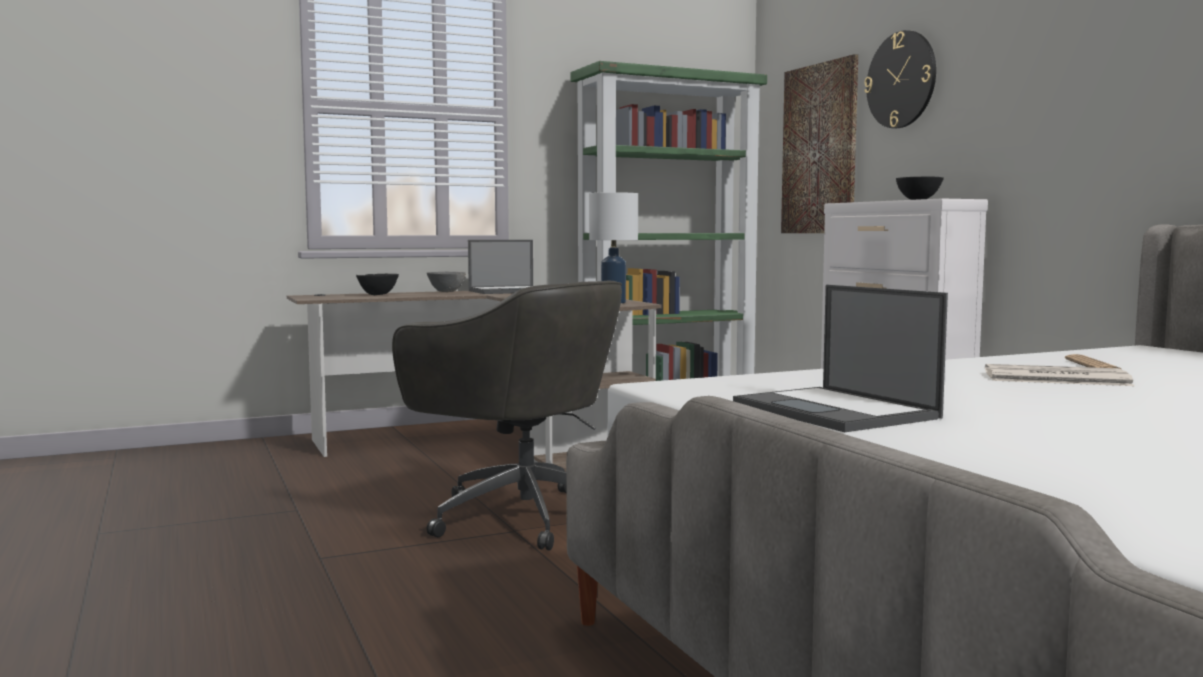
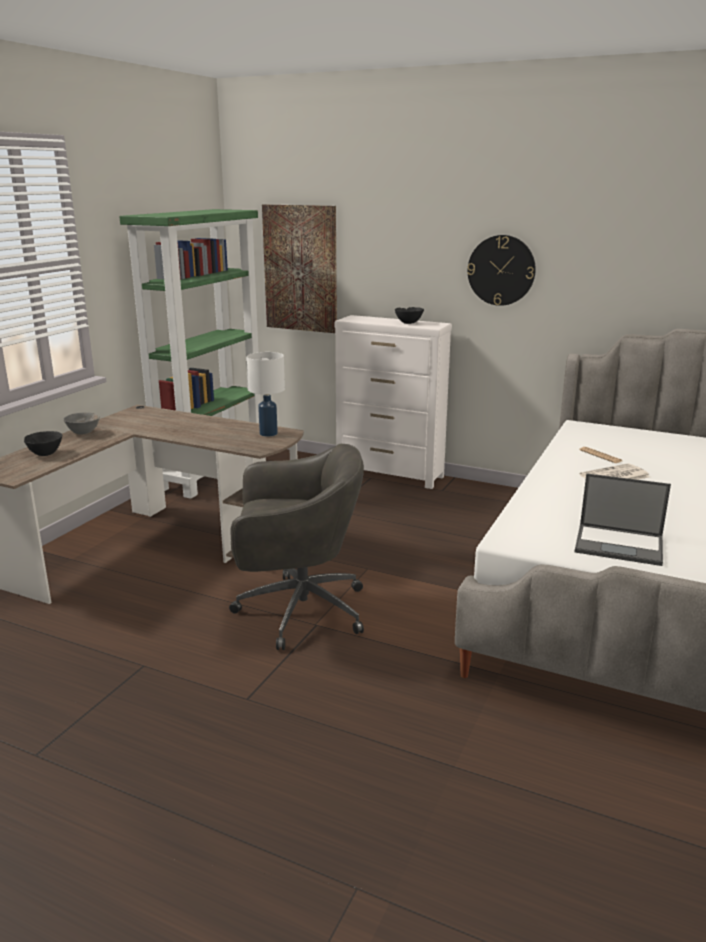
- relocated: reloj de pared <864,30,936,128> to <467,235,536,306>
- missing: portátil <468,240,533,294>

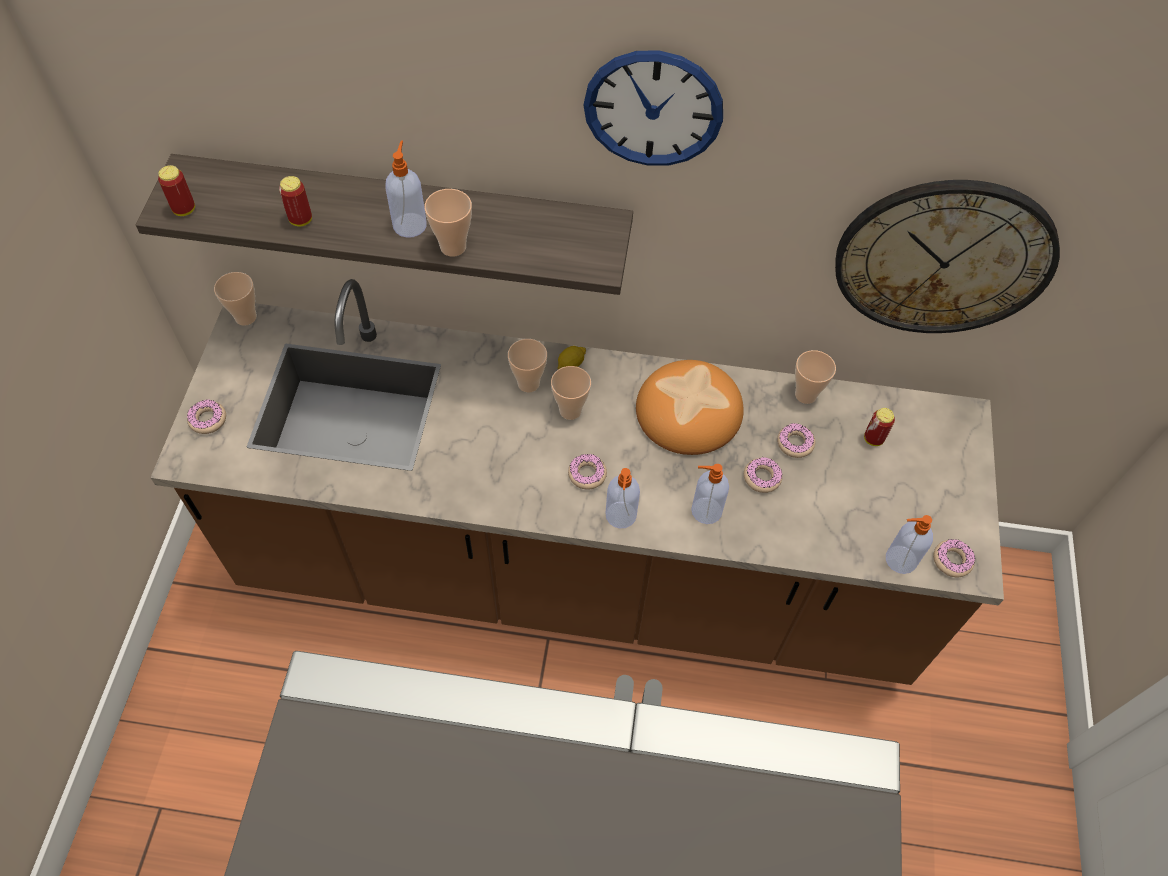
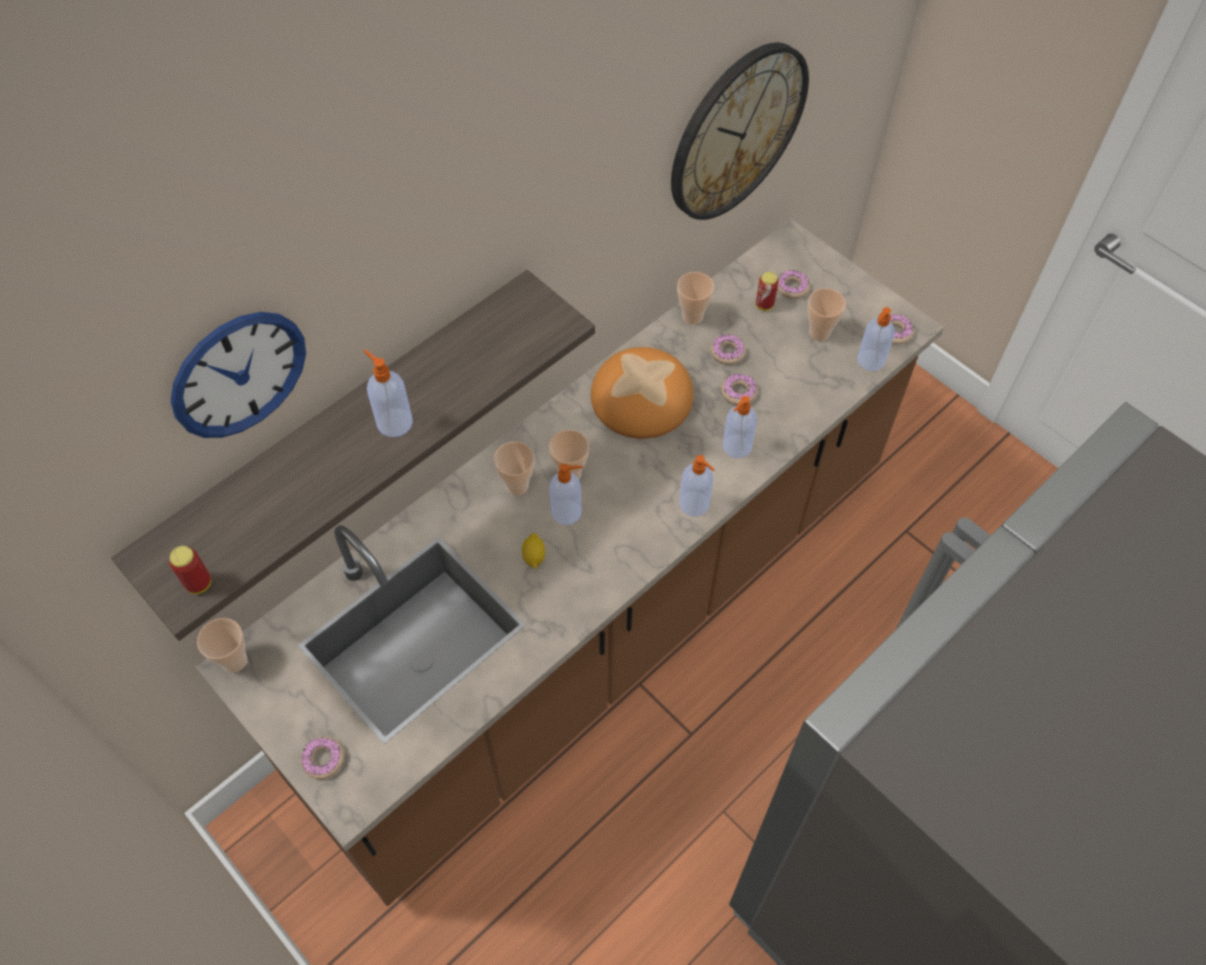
- relocated: reloj de pared <583,50,723,166> to <171,312,306,438>
- missing: lata <279,176,312,227>
- relocated: taza <424,189,472,257> to <808,288,846,341>
- relocated: limón <558,346,586,369> to <522,533,545,569>
- relocated: rosquilla <568,454,607,490> to <777,270,810,299>
- appeared: dispensador de jabón <549,464,583,525>

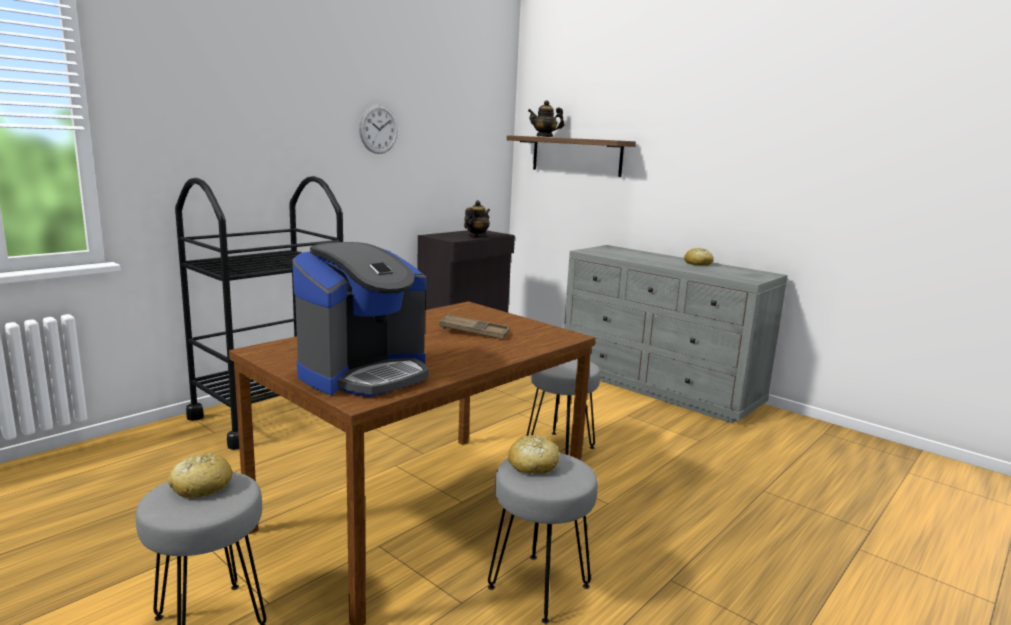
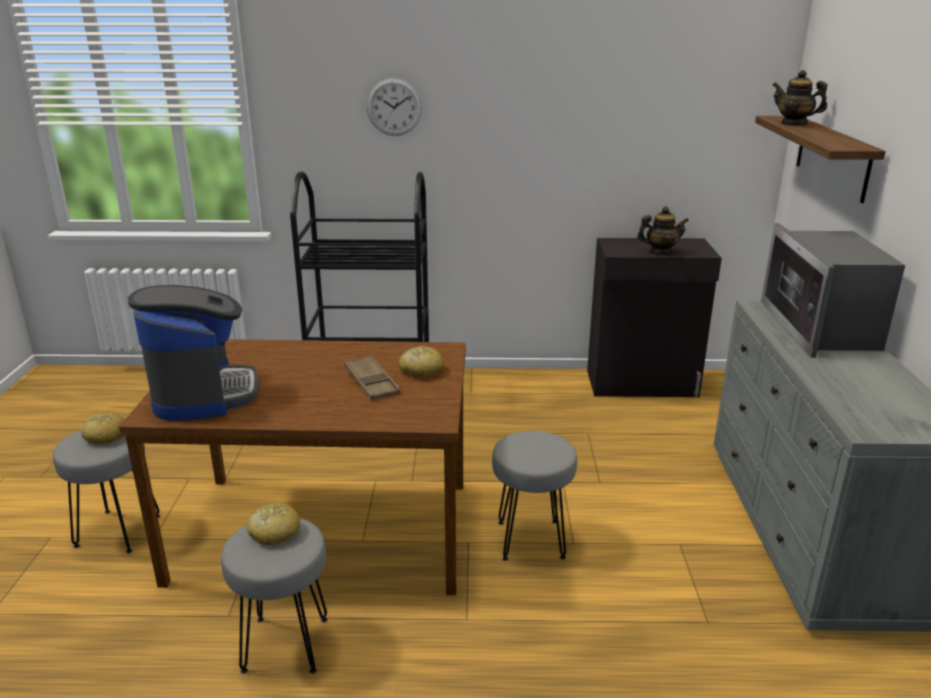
- relocated: reloj de pared <359,104,398,154> to <367,78,422,136>
- spun: cafetera <292,242,429,397> = <128,285,259,421> 105 degrees counterclockwise
- relocated: pan <684,248,714,266> to <399,346,443,378>
- appeared: microondas <761,223,905,358>

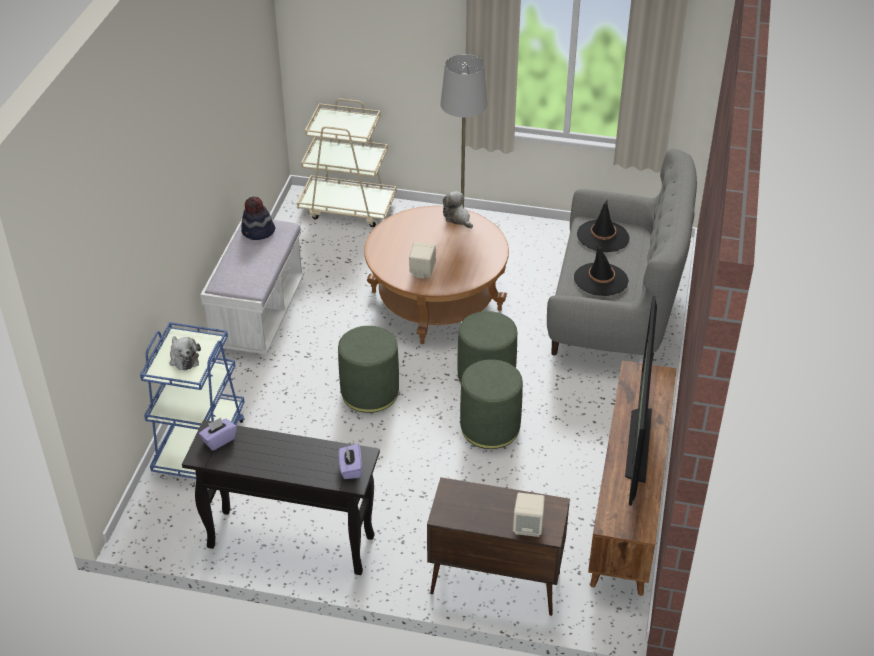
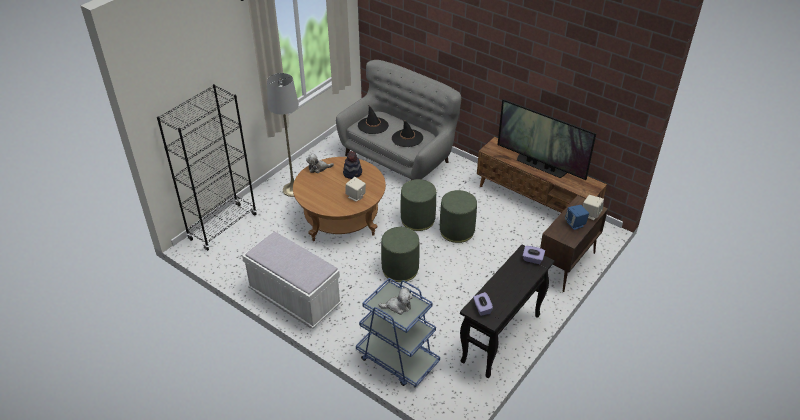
- exchanged: carrito (beis) <297,99,397,227> to estantería (negro) <157,84,257,251>
- relocated: sombrero <241,197,275,240> to <343,151,362,179>
- appeared: altavoz (azul) <565,205,589,230>

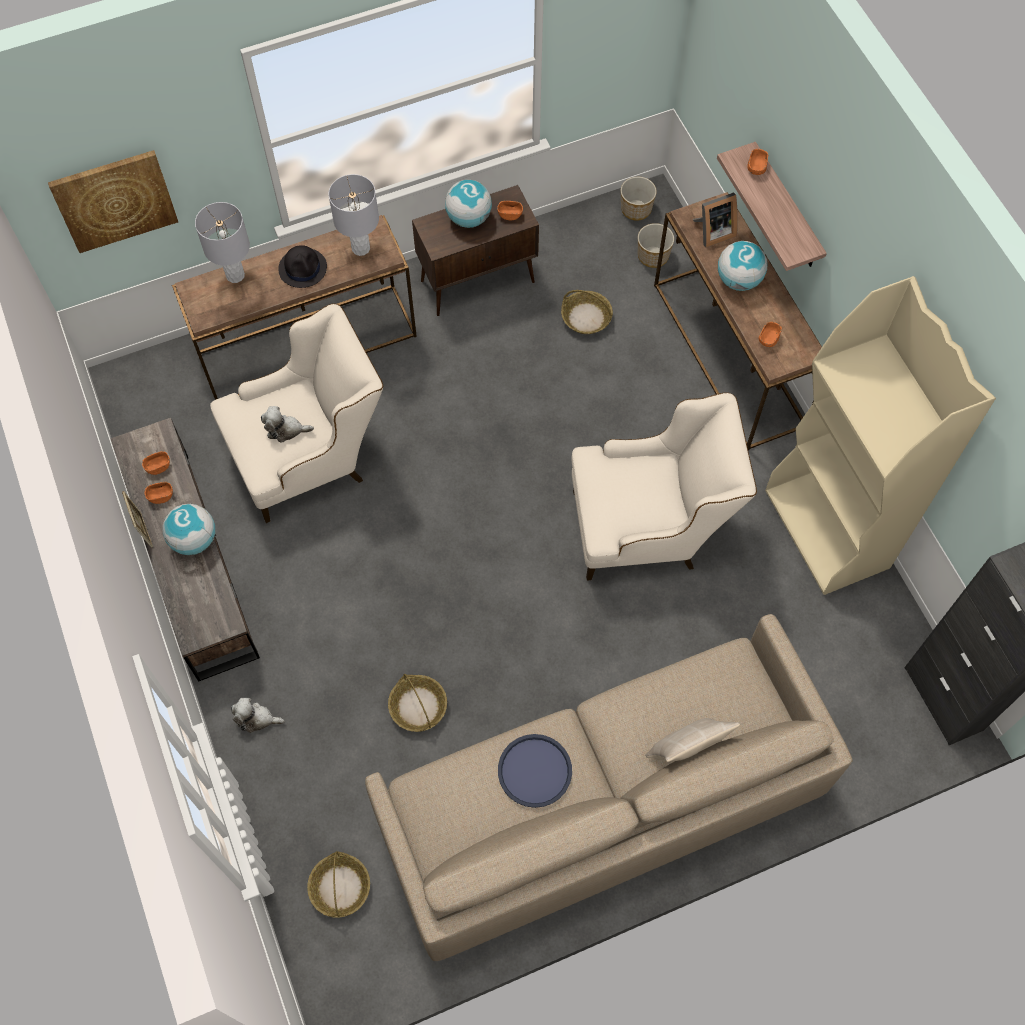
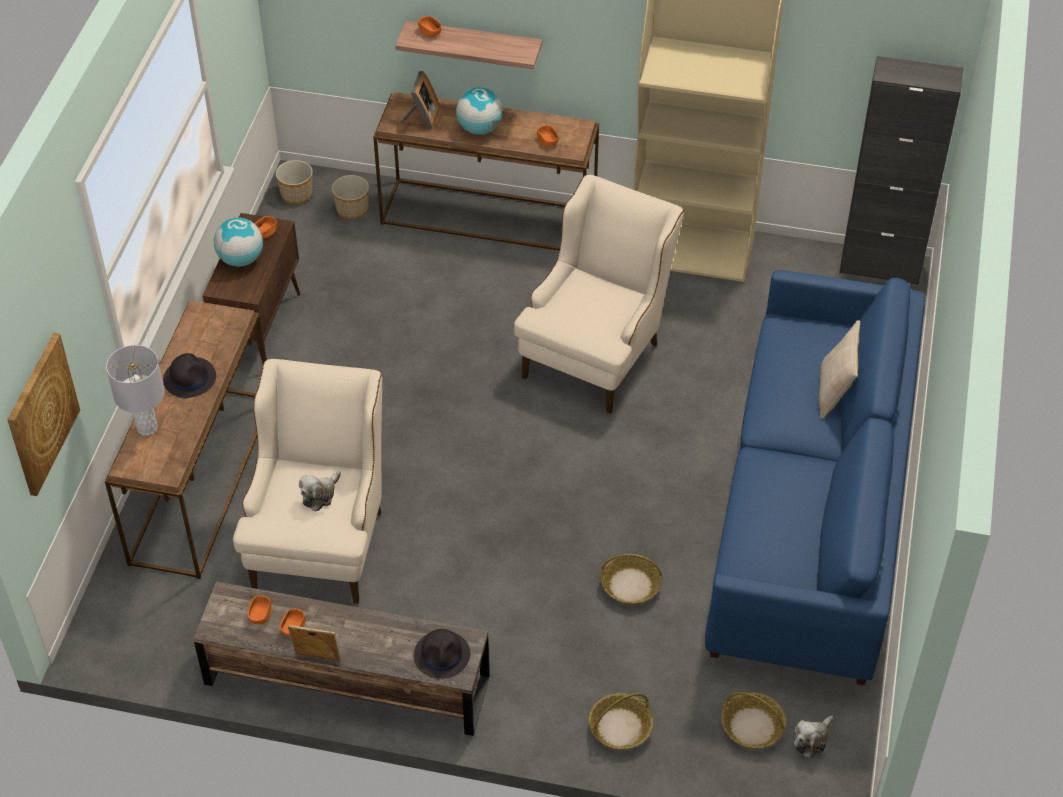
- missing: lámpara de mesa (gris) <328,174,379,256>
- relocated: cesta <561,290,613,334> to <589,693,653,749>
- missing: globo terráqueo <163,504,215,555>
- colour: sofá (beis) <365,614,853,961> to sofá (azul) <705,270,925,685>
- relocated: peluche <231,698,285,733> to <794,716,834,758>
- missing: bandeja (azul) <498,734,572,808>
- appeared: sombrero (negro) <414,629,470,679>

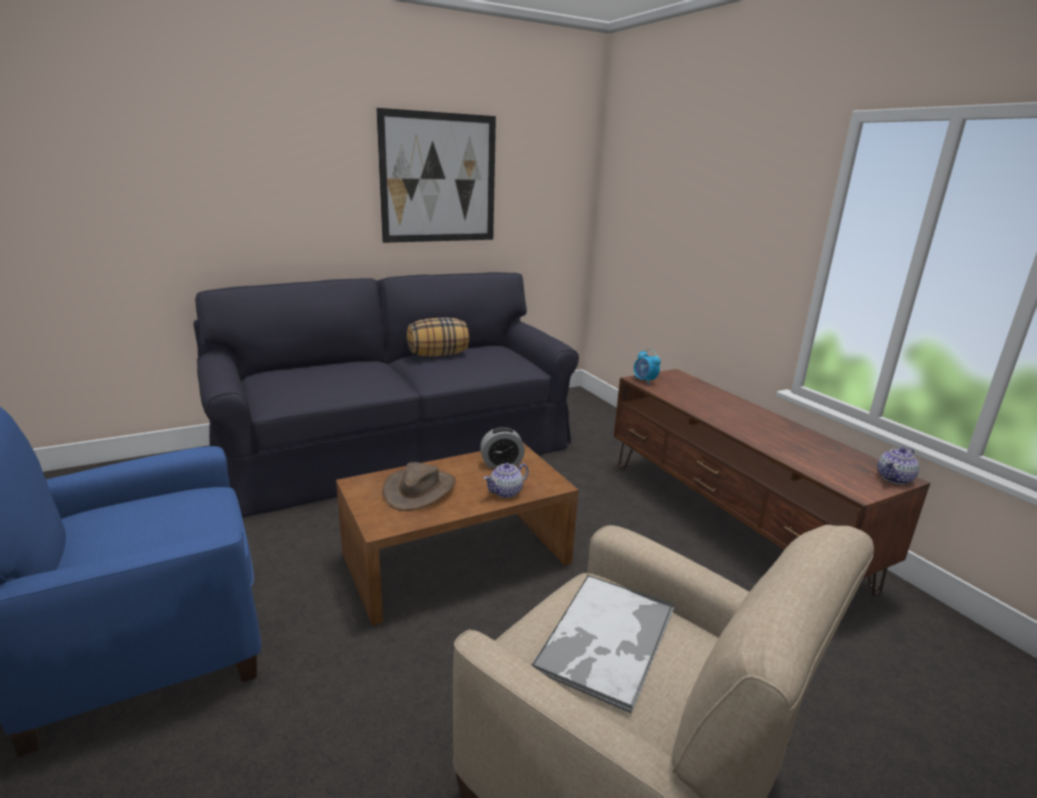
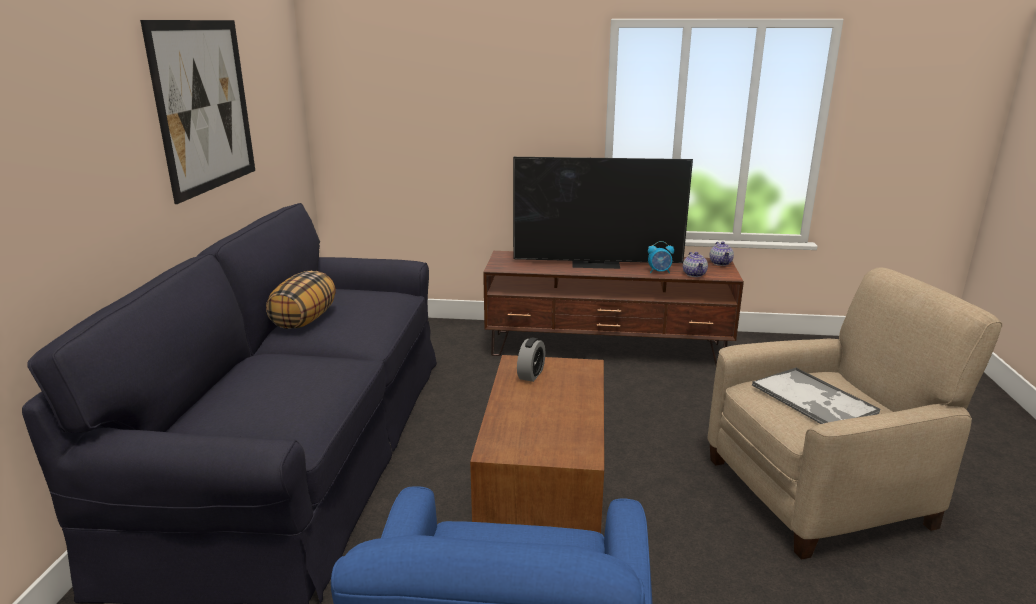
- relocated: despertador <634,349,661,385> to <648,241,674,274>
- missing: sombrero (marrón) <382,462,456,511>
- relocated: tetera <484,463,529,498> to <683,252,708,277>
- appeared: televisor <513,157,693,269>

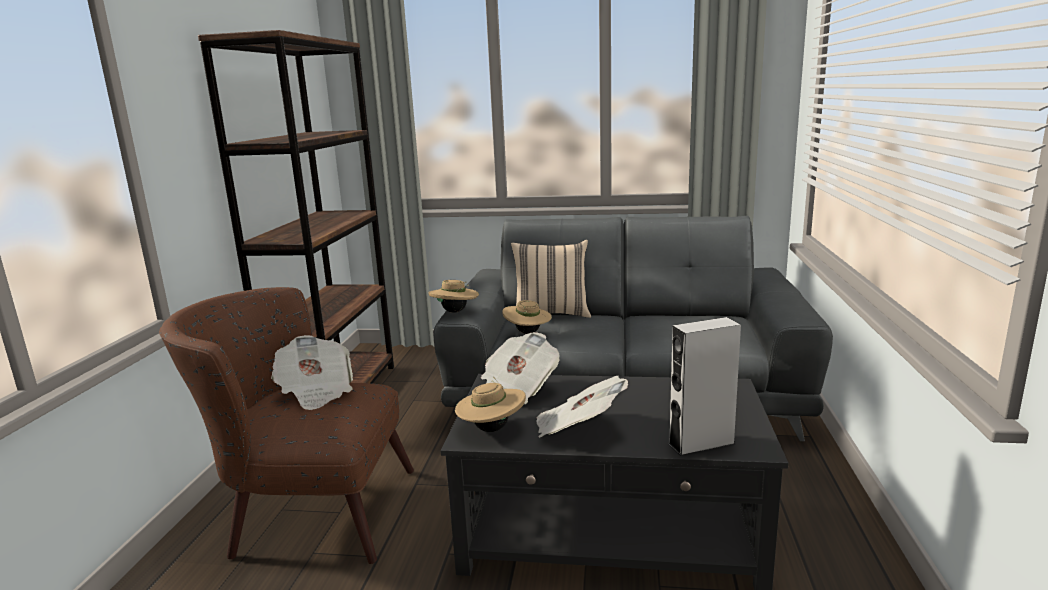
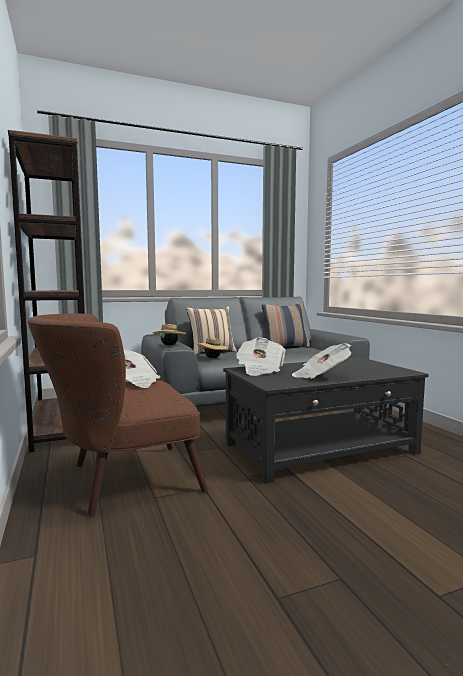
- missing: altavoz (gris) <668,317,741,456>
- missing: sombrero (beis) <455,377,526,432>
- appeared: cojín <262,304,310,347>

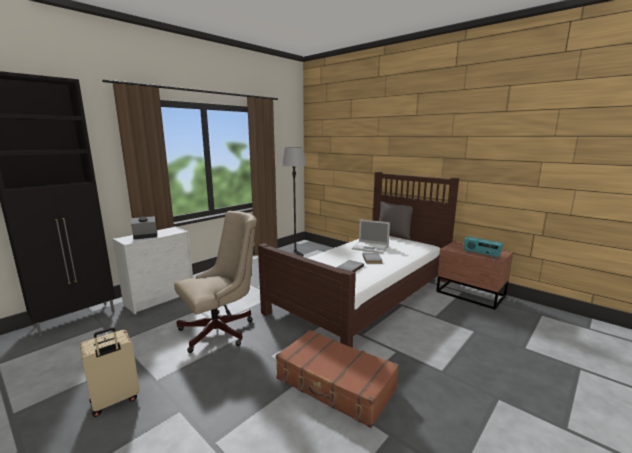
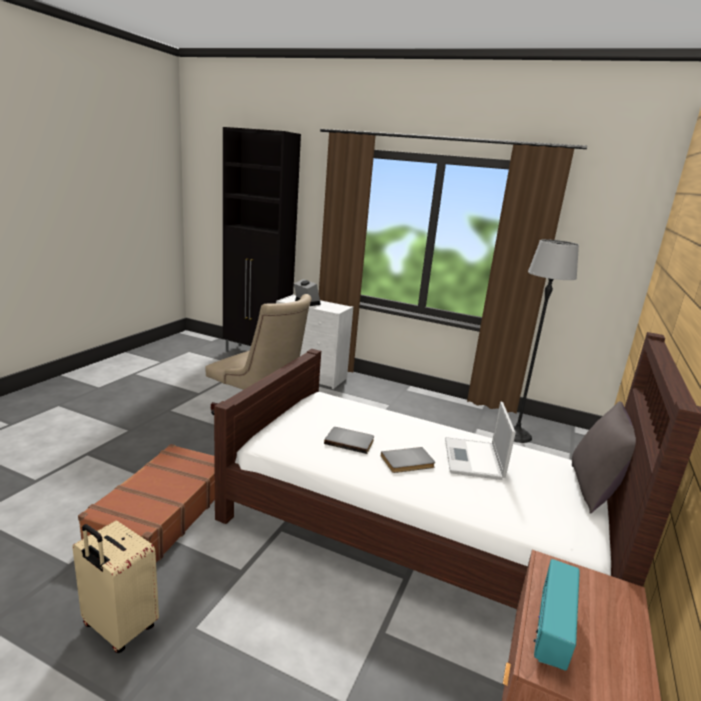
- relocated: maleta (beis) <80,328,140,417> to <72,521,159,653>

